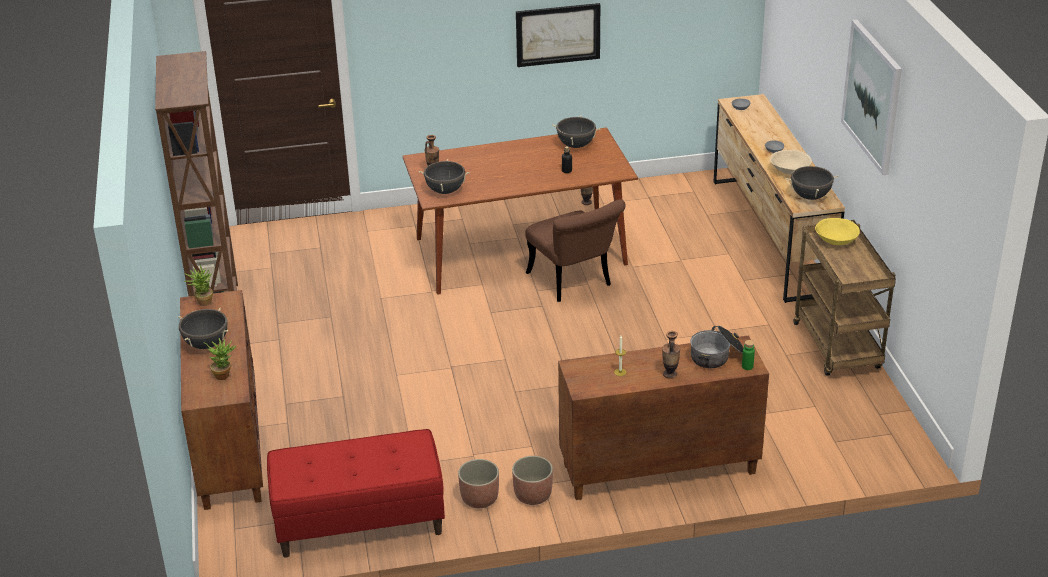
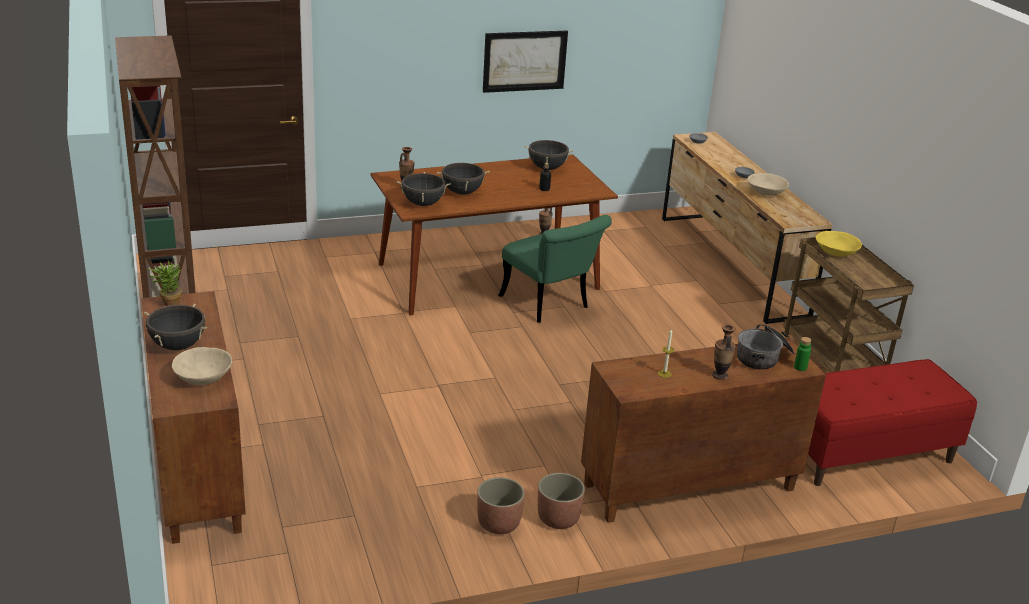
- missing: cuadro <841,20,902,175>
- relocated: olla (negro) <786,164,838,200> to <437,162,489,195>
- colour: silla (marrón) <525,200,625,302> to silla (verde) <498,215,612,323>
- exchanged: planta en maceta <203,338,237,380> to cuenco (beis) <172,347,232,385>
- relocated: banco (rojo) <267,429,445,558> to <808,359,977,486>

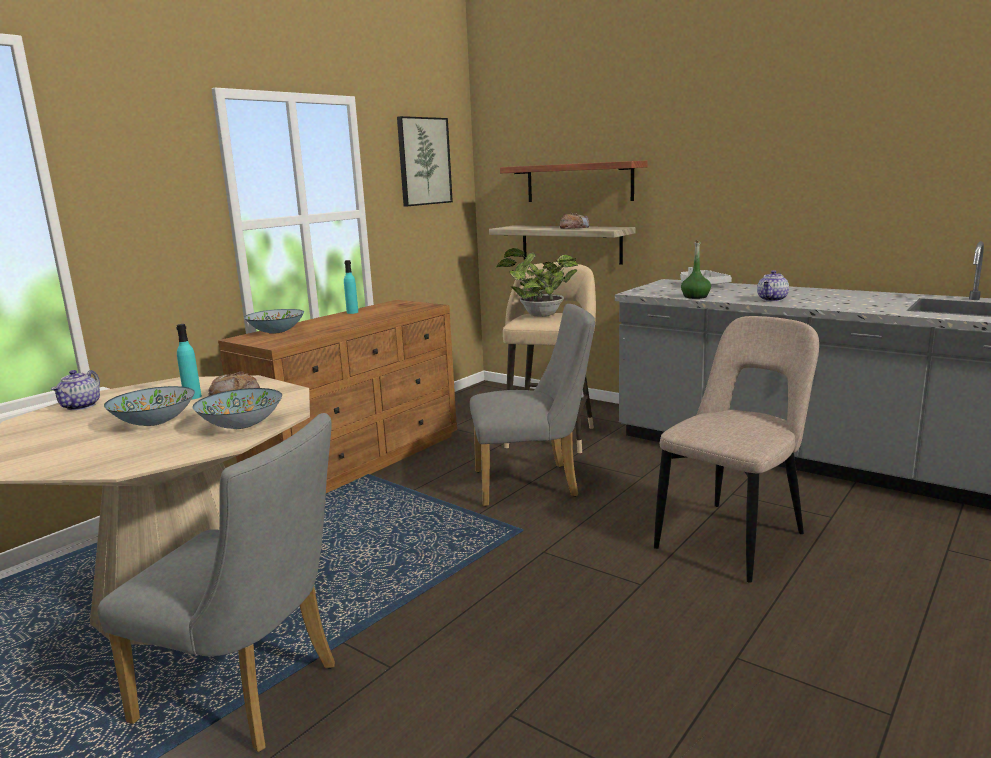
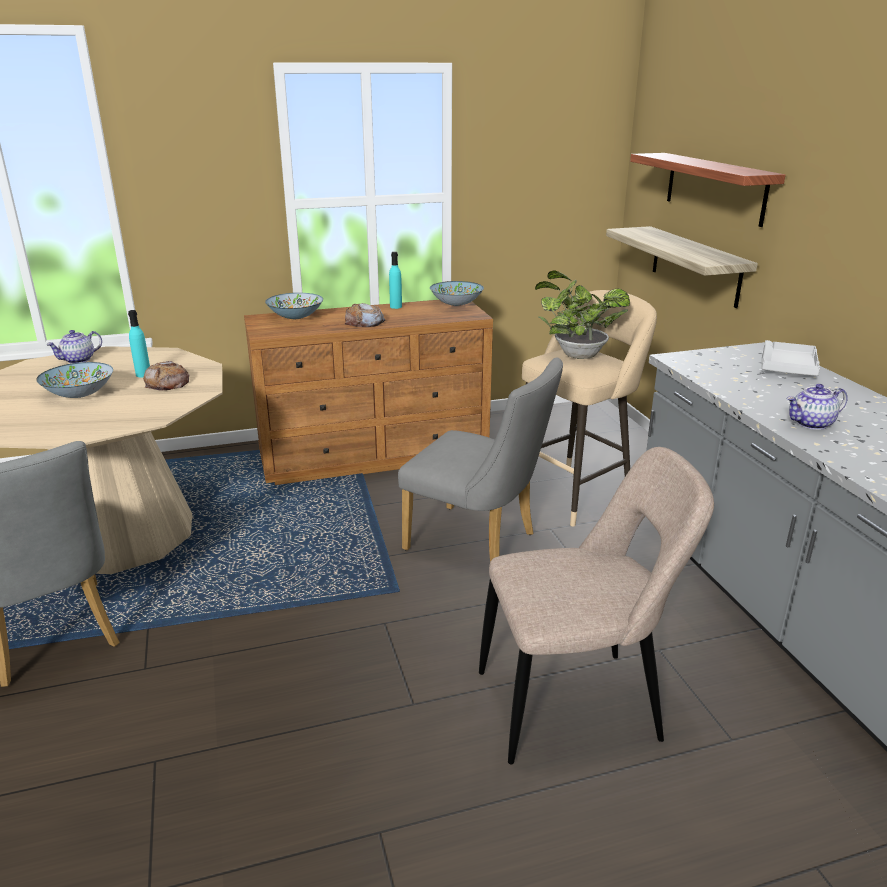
- missing: cuadro <397,116,453,206>
- relocated: pan <560,213,589,229> to <345,303,385,327>
- missing: botella (verde) <681,240,711,299>
- relocated: cuenco <193,388,282,429> to <430,281,484,306>

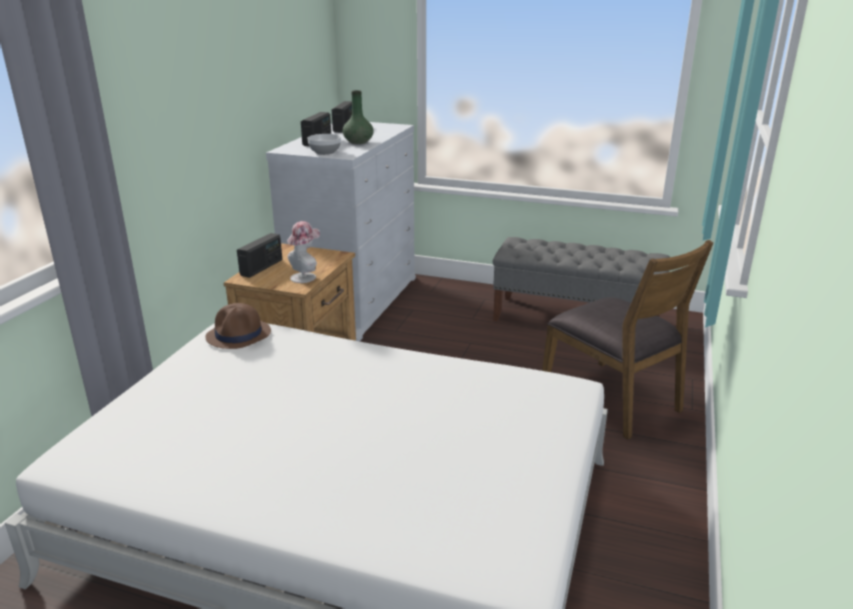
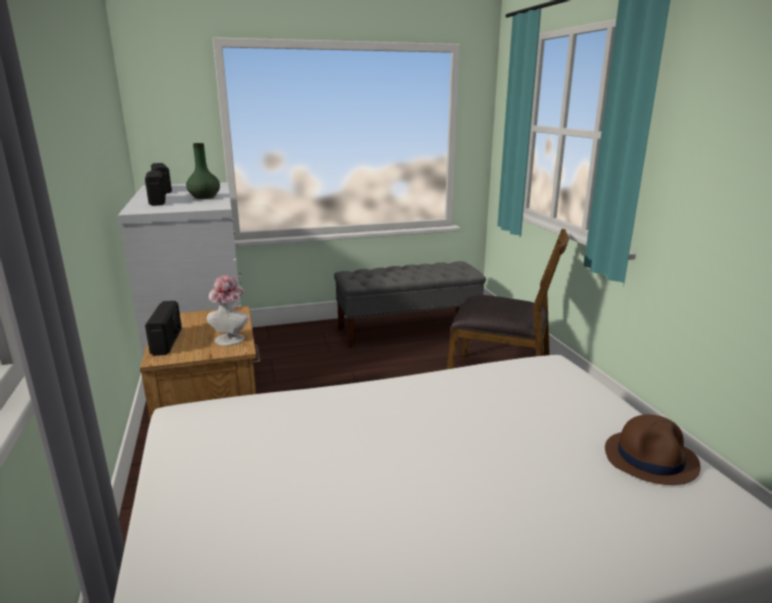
- missing: cuenco <307,134,341,155>
- relocated: sombrero (marrón) <206,303,271,349> to <605,414,700,485>

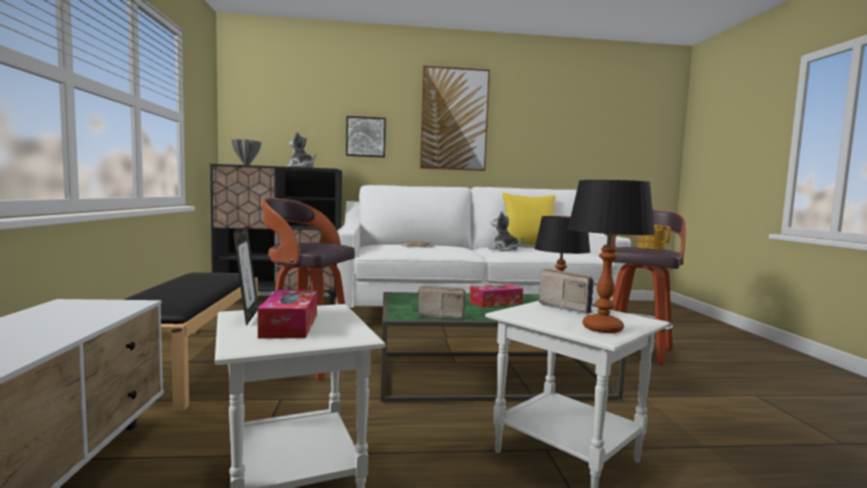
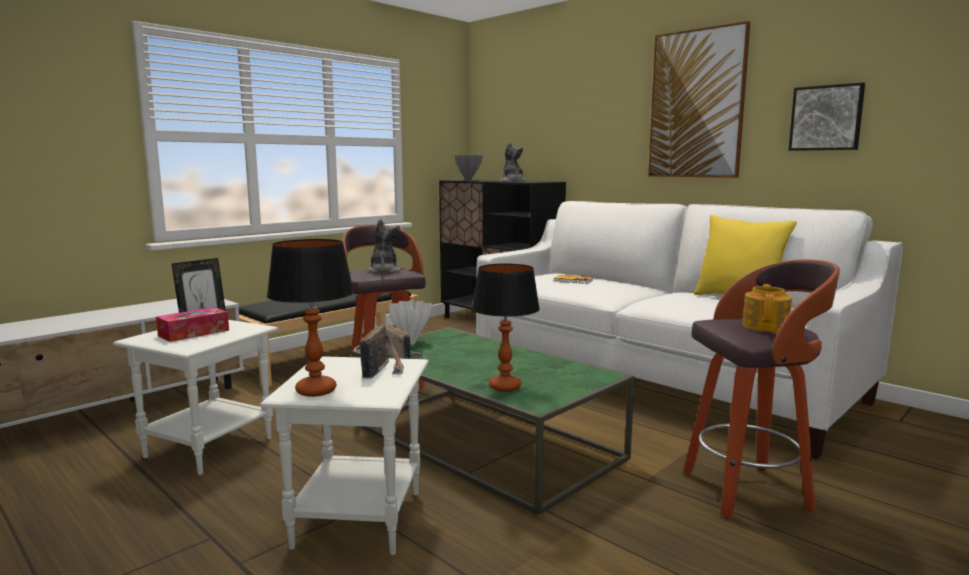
- relocated: cuadro <346,116,386,157> to <789,82,865,151>
- relocated: peluche <488,211,524,251> to <368,219,400,273>
- missing: caja de pañuelos <469,284,523,308>
- appeared: florero (blanco) <388,300,432,344>

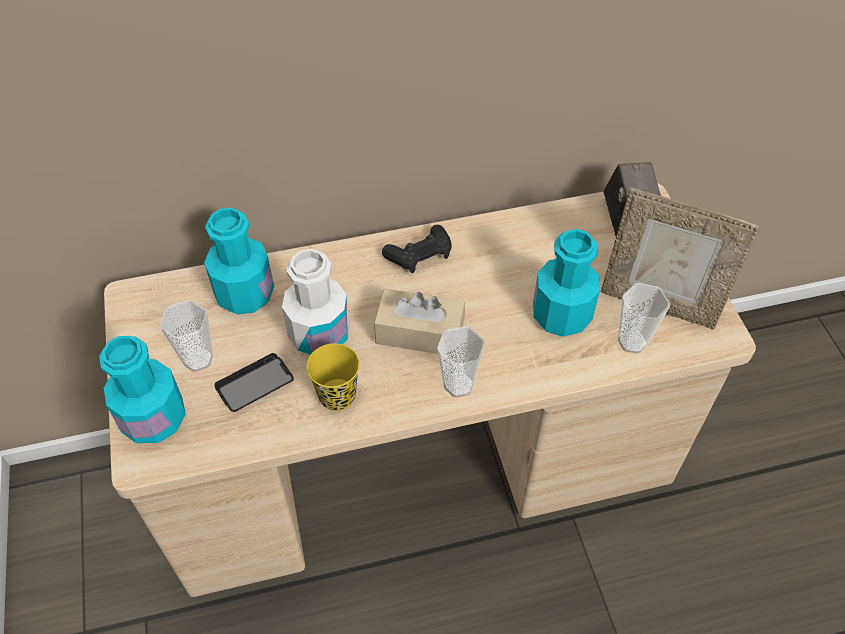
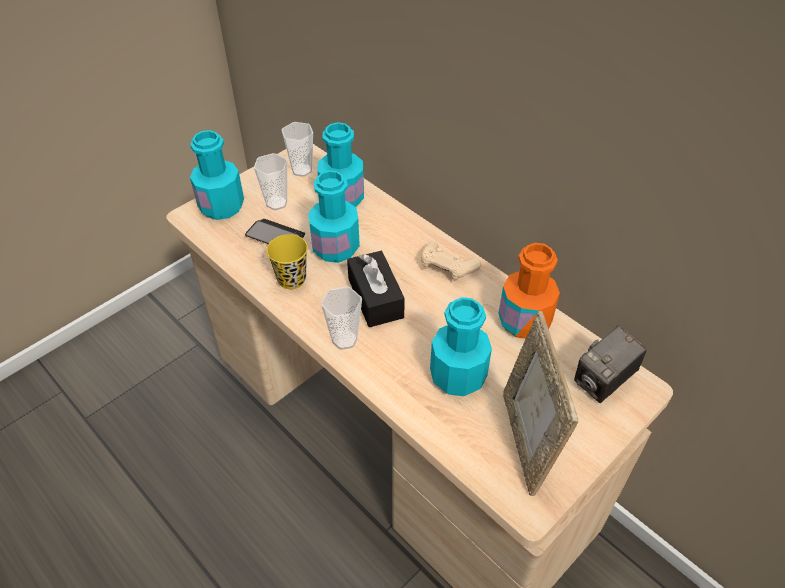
- colour: mando de consola (negro) <382,225,452,273> to mando de consola (beis) <421,241,481,281>
- colour: botella (blanco) <282,249,350,355> to botella (turquesa) <308,170,360,263>
- relocated: taza <618,283,670,354> to <282,122,313,177>
- colour: caja de pañuelos (beis) <374,289,465,354> to caja de pañuelos (negro) <347,251,405,327>
- appeared: botella (naranja) <498,243,560,339>

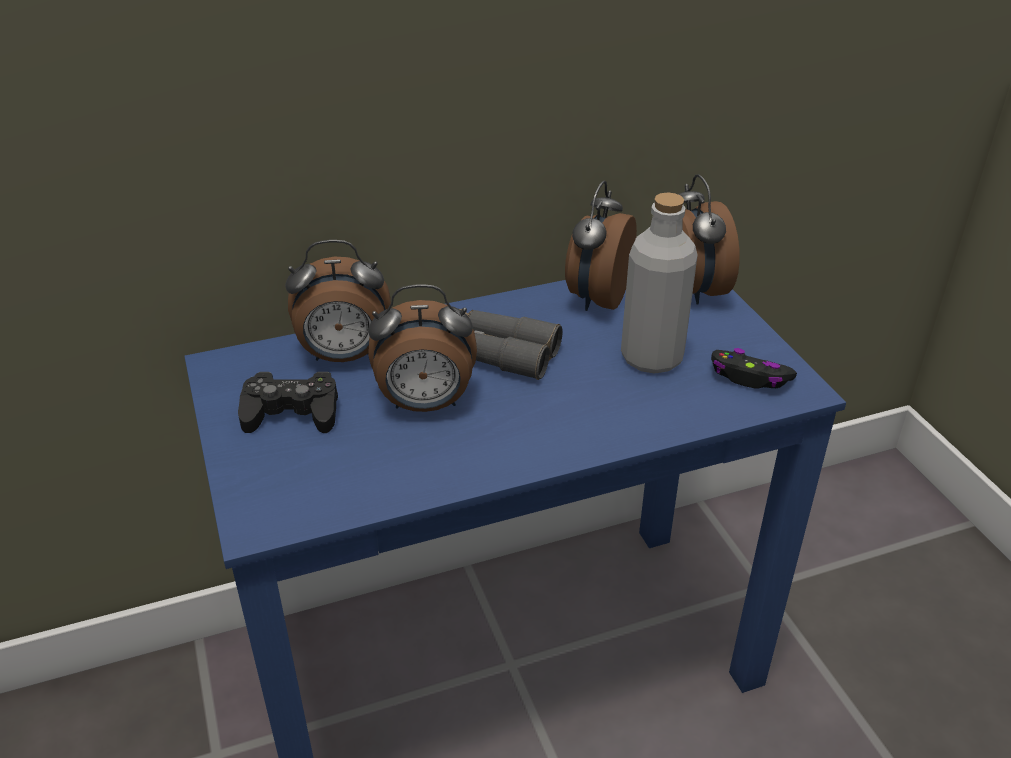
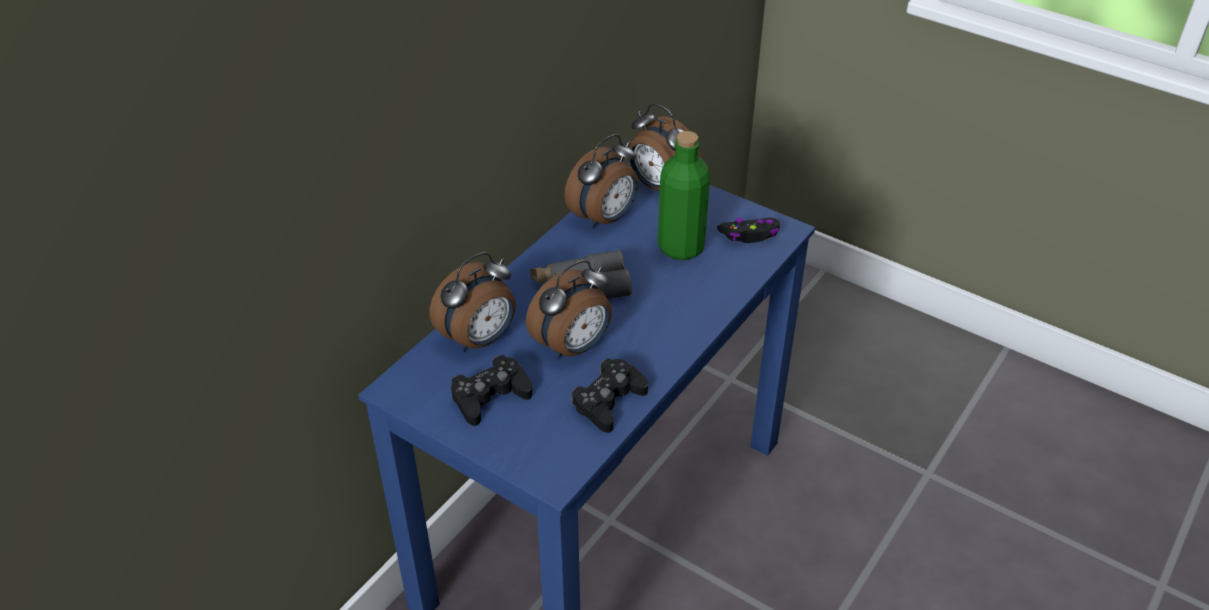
- spun: despertador <565,180,637,311> = <564,134,639,229> 120 degrees counterclockwise
- colour: botella (gris) <621,192,698,374> to botella (verde) <658,131,710,260>
- appeared: mando de consola (negro) <571,358,648,433>

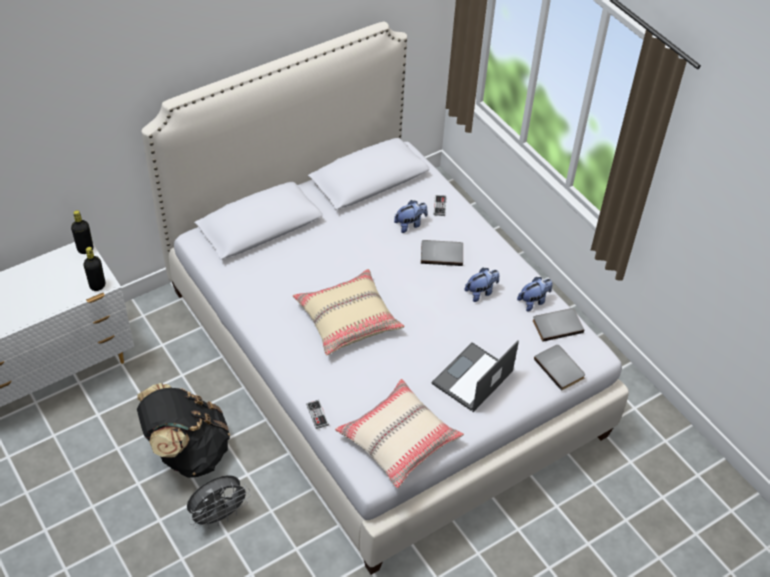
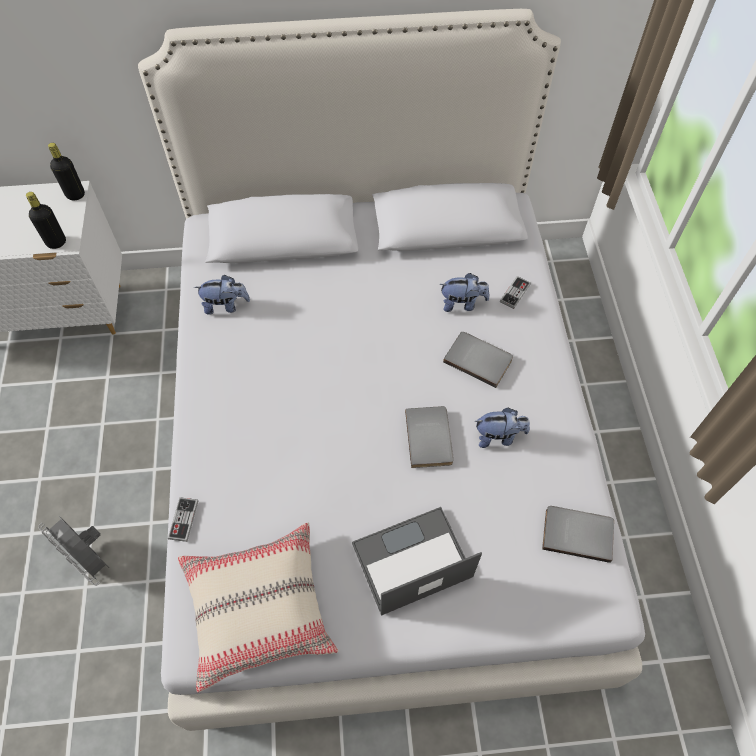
- missing: cojín (beis) <293,269,405,355>
- relocated: peluche <517,277,552,311> to <194,275,250,315>
- relocated: libro (gris) <534,345,585,391> to <405,406,454,468>
- missing: mochila (negro) <137,383,230,478>
- spun: ventilador (gris) <187,475,251,529> = <38,516,109,586> 45 degrees clockwise

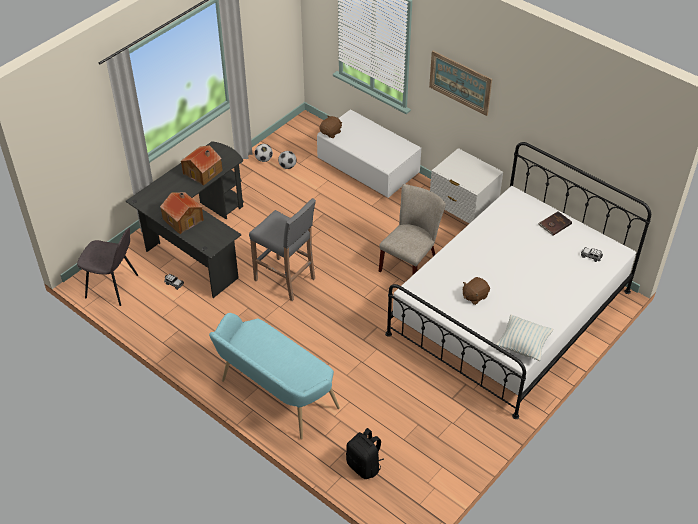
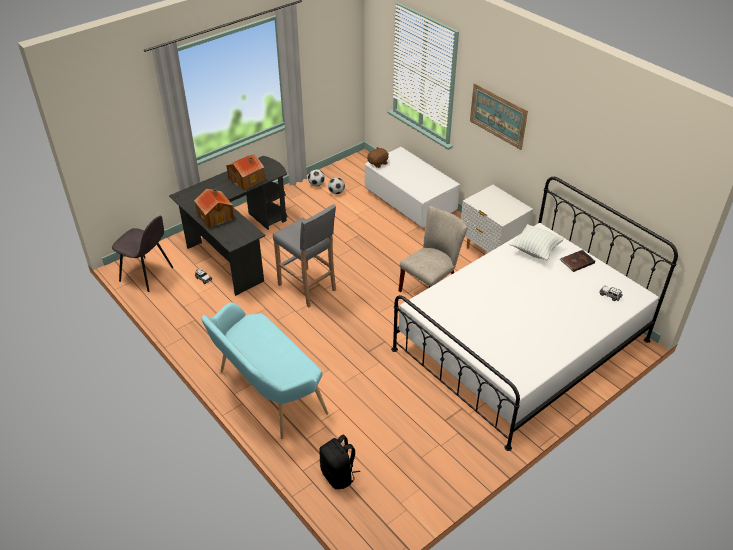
- missing: peluche (marrón) <463,277,490,305>
- relocated: cojín <496,314,553,361> to <509,224,564,261>

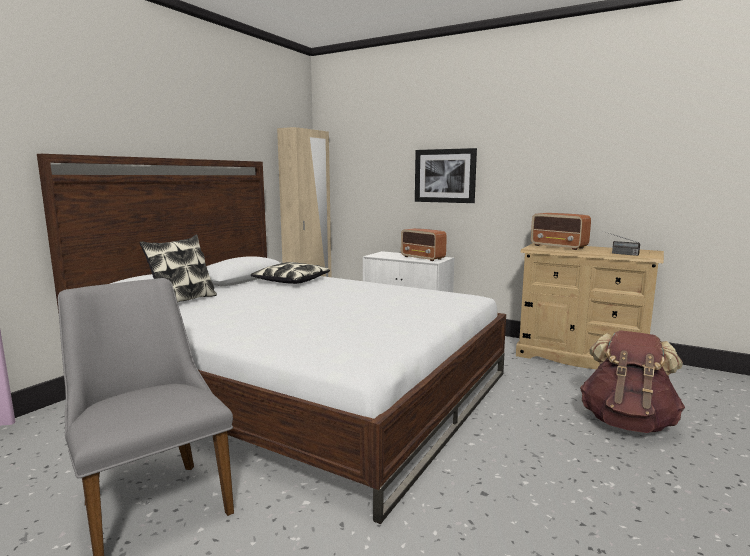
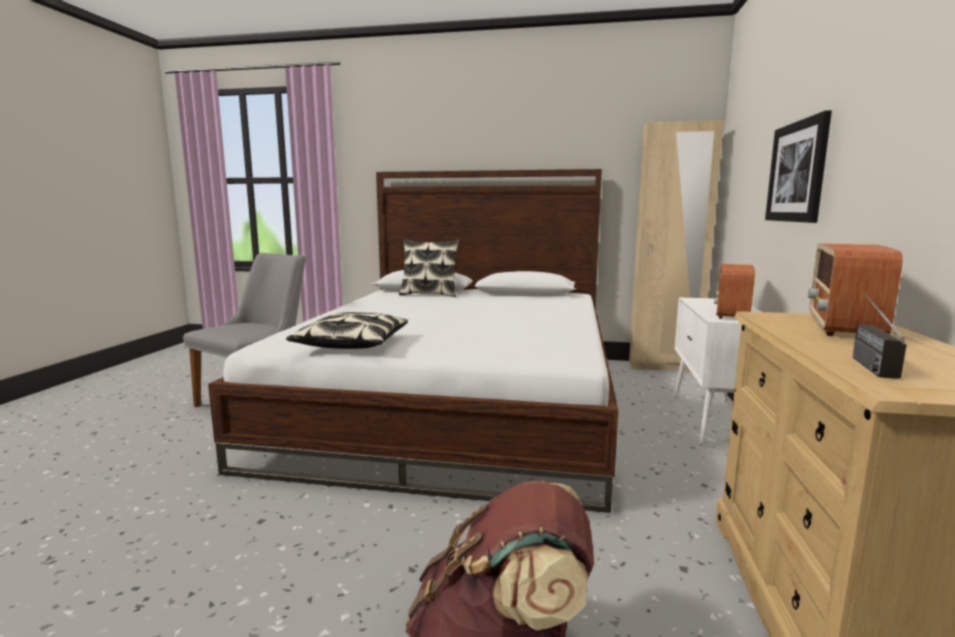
- relocated: cojín <251,262,330,284> to <286,312,408,349>

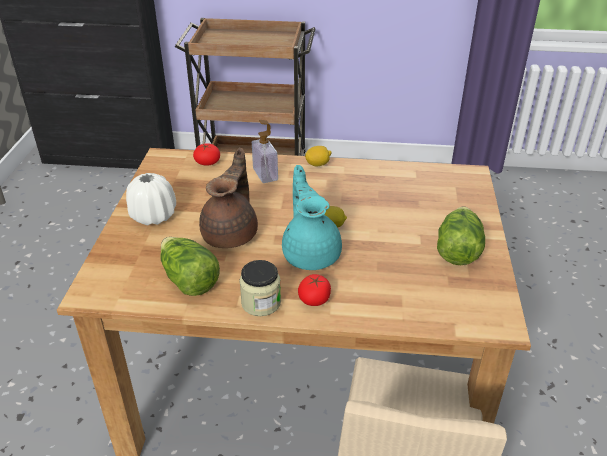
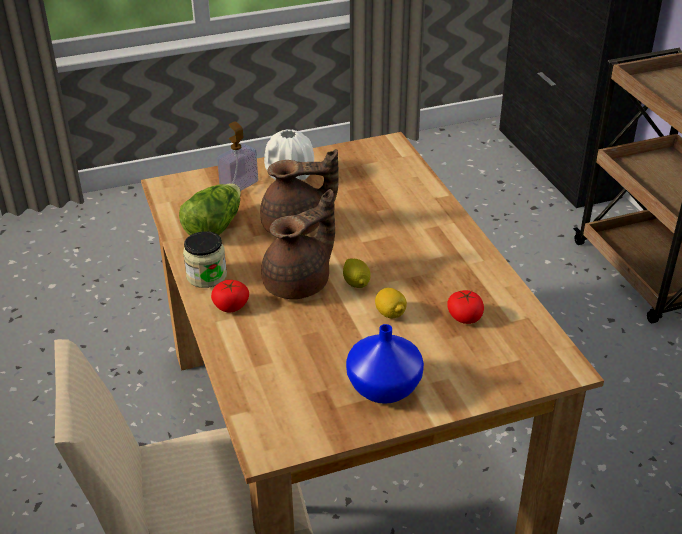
- relocated: dispensador de jabón <252,120,278,183> to <217,121,258,191>
- relocated: tomate <193,143,220,165> to <447,290,484,324>
- relocated: limón <305,146,332,166> to <375,288,407,318>
- colour: tetera (turquesa) <282,165,342,270> to tetera (marrón) <261,189,335,299>
- exchanged: lechuga <437,207,485,265> to florero (azul) <346,324,424,404>

